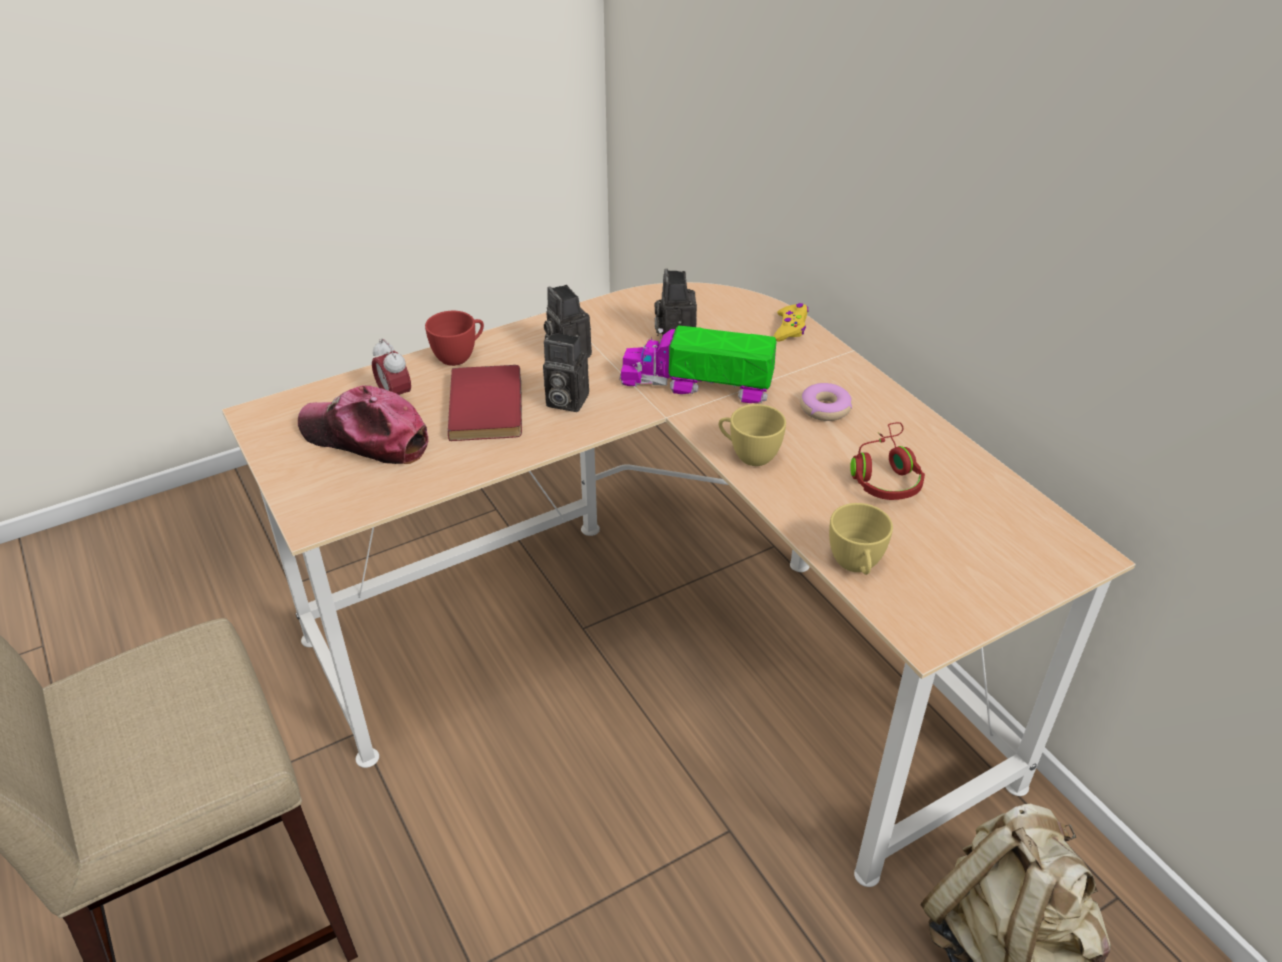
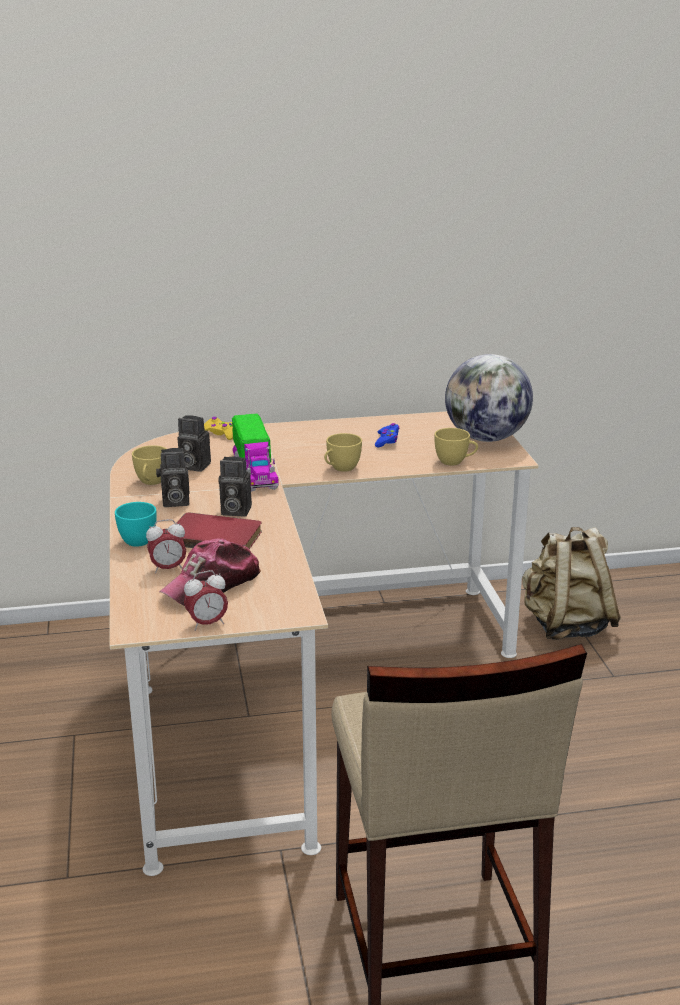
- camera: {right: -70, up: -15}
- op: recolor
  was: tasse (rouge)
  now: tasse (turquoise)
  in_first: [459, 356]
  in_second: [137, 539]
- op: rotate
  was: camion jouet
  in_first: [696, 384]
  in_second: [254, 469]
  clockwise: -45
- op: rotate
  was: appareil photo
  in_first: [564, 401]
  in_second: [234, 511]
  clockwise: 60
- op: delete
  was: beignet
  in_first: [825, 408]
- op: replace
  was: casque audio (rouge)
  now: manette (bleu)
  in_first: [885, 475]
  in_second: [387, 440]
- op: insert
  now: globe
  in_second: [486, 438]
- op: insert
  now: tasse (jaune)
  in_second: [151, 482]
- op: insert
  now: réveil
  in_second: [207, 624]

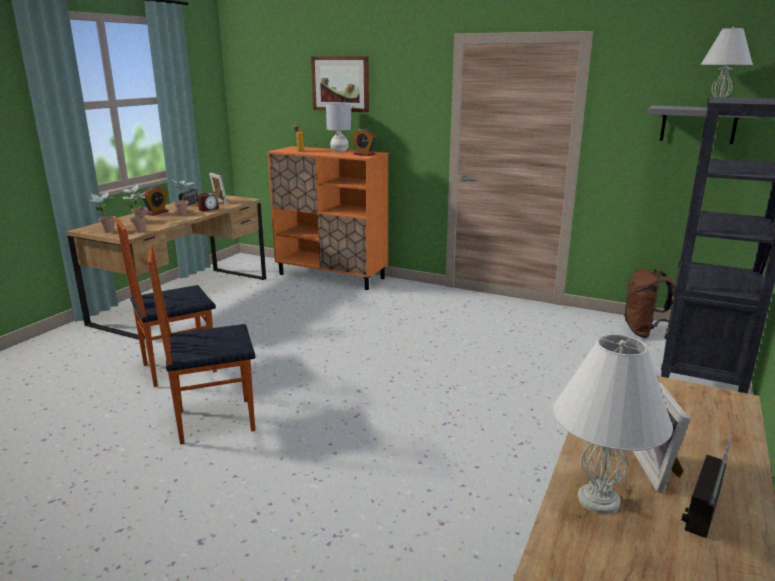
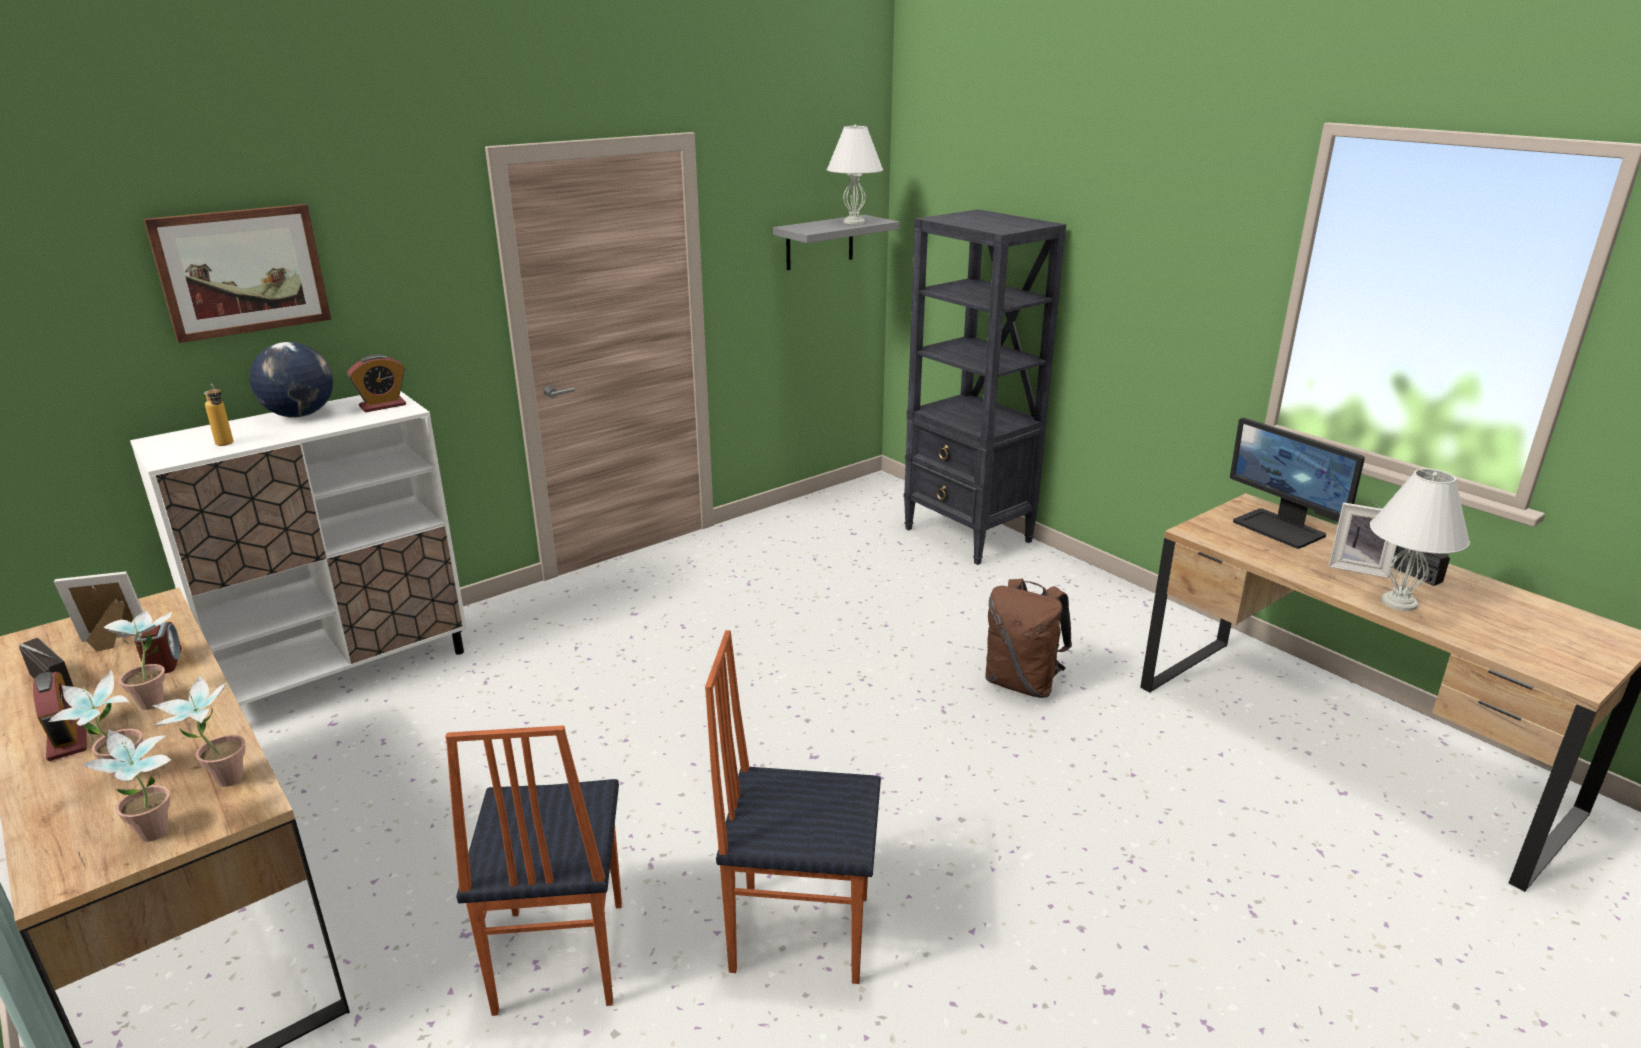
- camera: {right: -65, up: 5}
- op: replace
  was: lampe de table (gris)
  now: globe
  in_first: [339, 151]
  in_second: [300, 415]
- op: recolor
  was: meuble de rangement (orange)
  now: meuble de rangement (blanc)
  in_first: [332, 276]
  in_second: [345, 672]
- op: rotate
  was: chaise
  in_first: [214, 420]
  in_second: [799, 931]
  clockwise: 90
- op: move
  was: sac à dos (marron)
  in_first: [645, 332]
  in_second: [1022, 683]
- op: insert
  now: écran d'ordinateur
  in_second: [1280, 528]

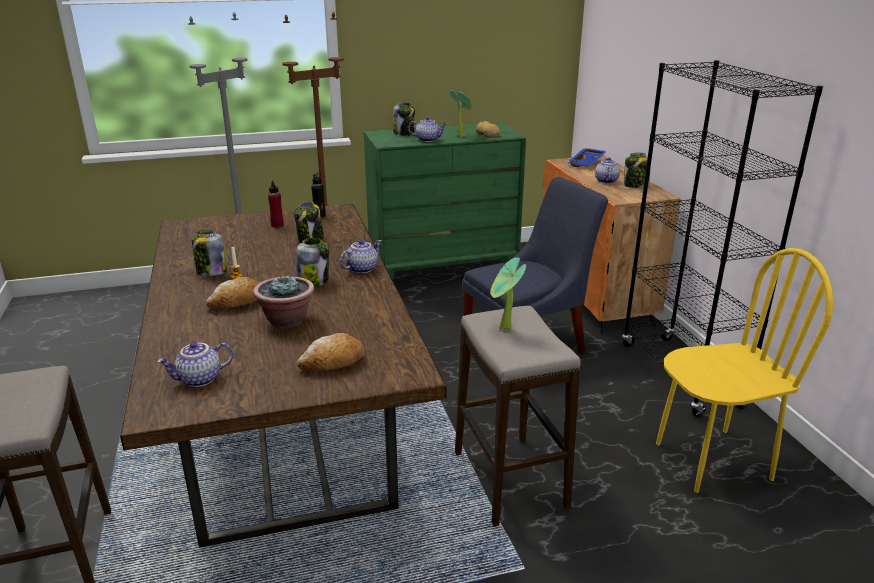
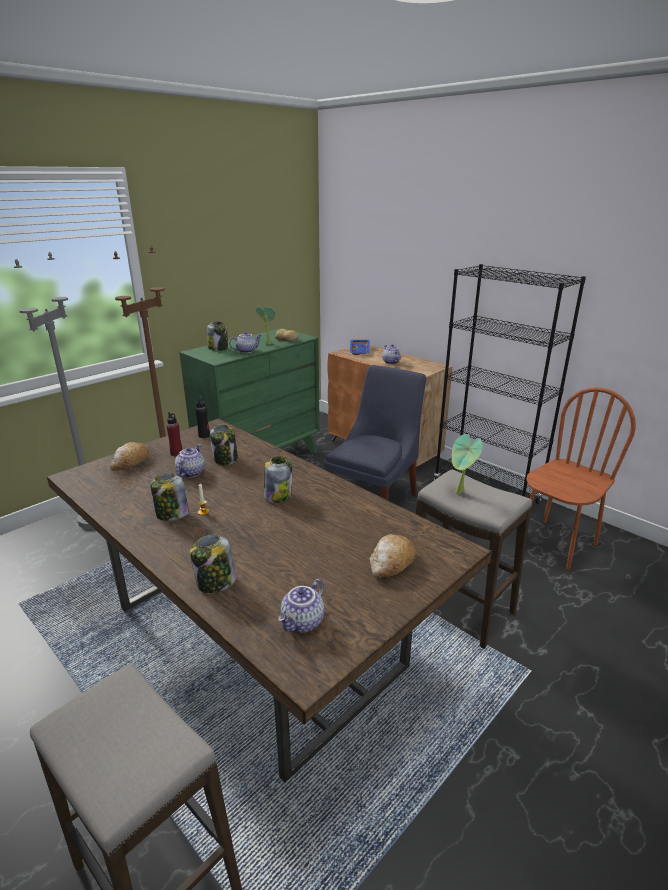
- camera: {right: -30, up: 0}
- op: move
  was: bocal
  in_first: [635, 186]
  in_second: [215, 583]
- op: move
  was: théière
  in_first: [361, 268]
  in_second: [190, 472]
- op: recolor
  was: chaise (jaune)
  now: chaise (marron)
  in_first: [712, 460]
  in_second: [556, 544]
- op: delete
  was: plante en pot
  in_first: [286, 320]
- op: move
  was: pain
  in_first: [237, 302]
  in_second: [130, 462]

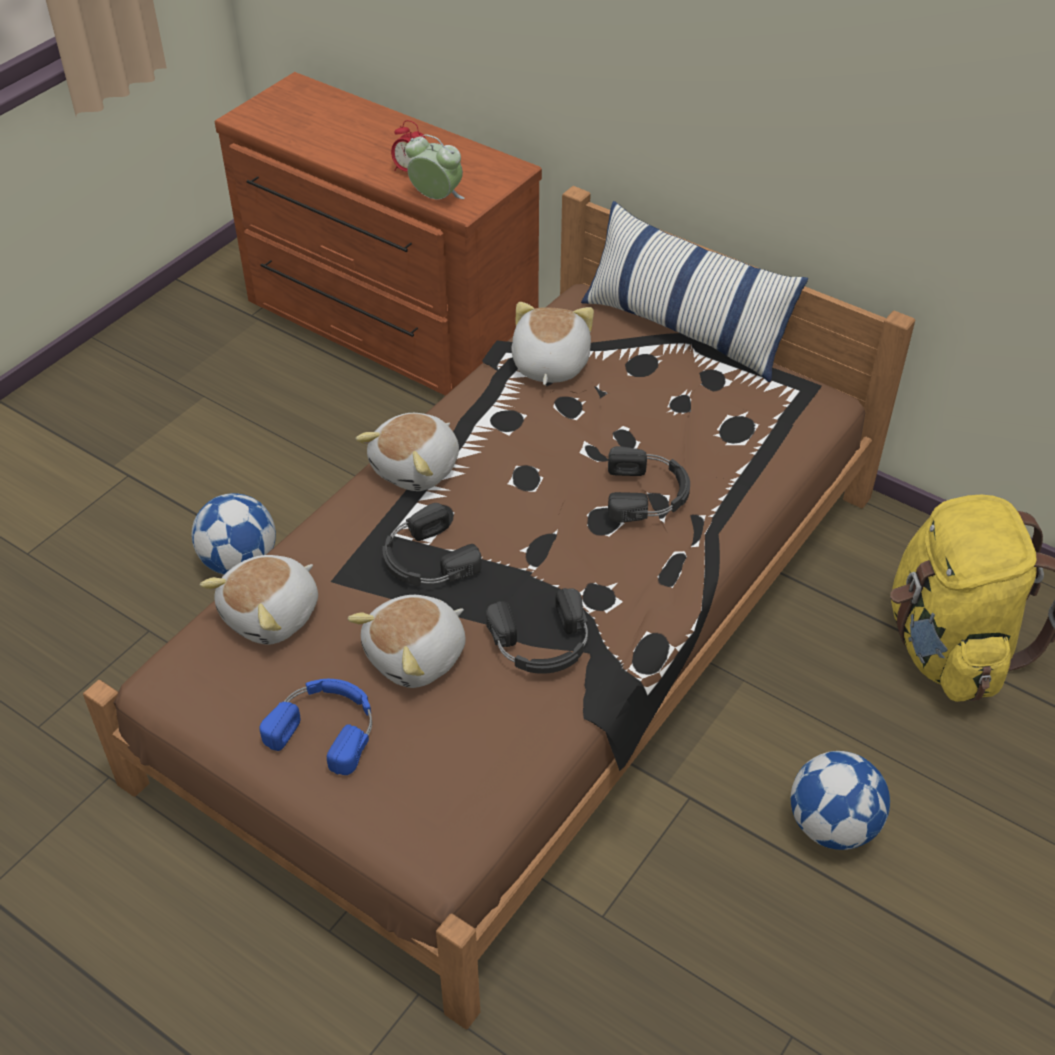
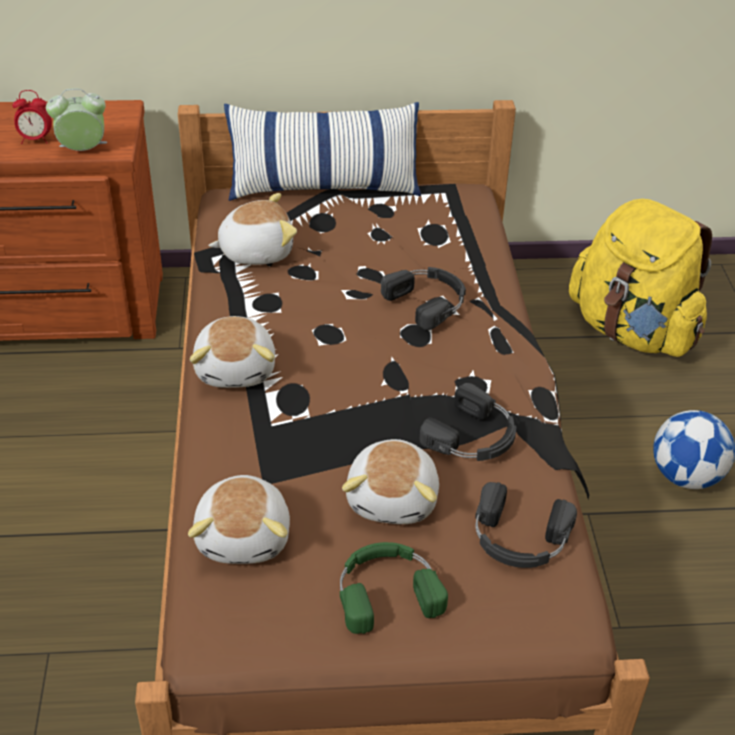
- camera: {right: -40, up: -5}
- op: rotate
  was: peluche
  in_first: [548, 365]
  in_second: [256, 251]
  clockwise: 105
- op: delete
  was: ballon de foot
  in_first: [240, 561]
- op: move
  was: casque audio (noir)
  in_first: [426, 559]
  in_second: [519, 538]
- op: recolor
  was: casque audio (bleu)
  now: casque audio (vert)
  in_first: [326, 727]
  in_second: [386, 590]

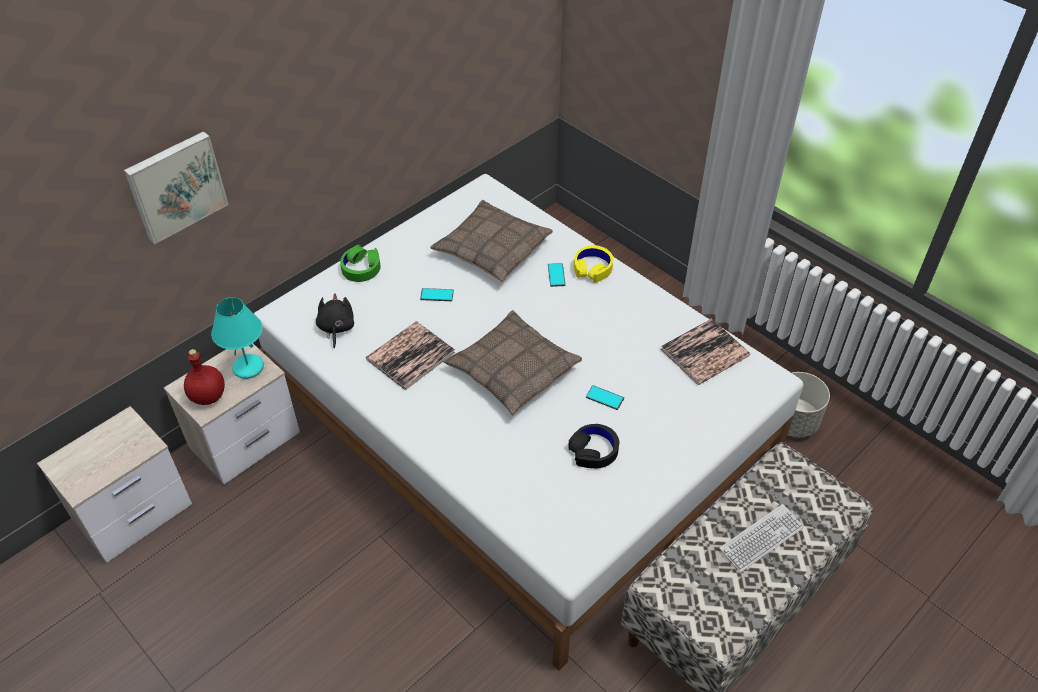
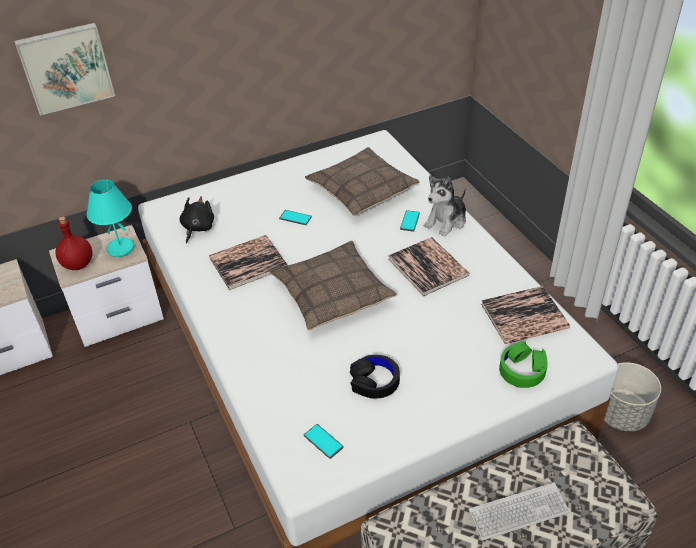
- camera: {right: 20, up: -5}
- op: move
  was: casque audio (vert)
  in_first: [361, 268]
  in_second: [522, 369]
- op: replace
  was: casque audio (jaune)
  now: peluche
  in_first: [592, 268]
  in_second: [446, 221]
- op: move
  was: téléphone
  in_first: [605, 398]
  in_second: [323, 441]
- op: insert
  now: livre
  in_second: [428, 267]

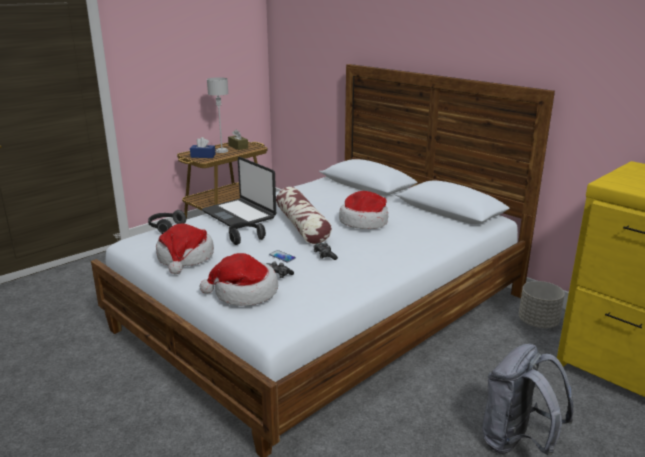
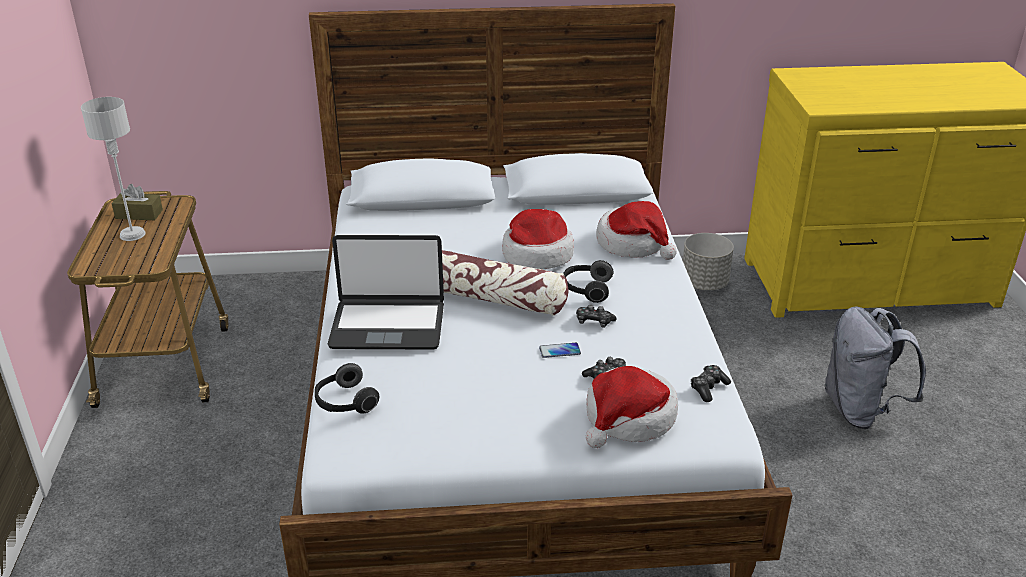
- camera: {right: -50, up: 10}
- op: delete
  was: boîte à mouchoirs (bleu)
  in_first: [203, 156]
- op: move
  was: casque audio
  in_first: [245, 238]
  in_second: [586, 290]
- op: move
  was: chapeau
  in_first: [185, 258]
  in_second: [633, 243]
- op: insert
  now: manette
  in_second: [708, 388]

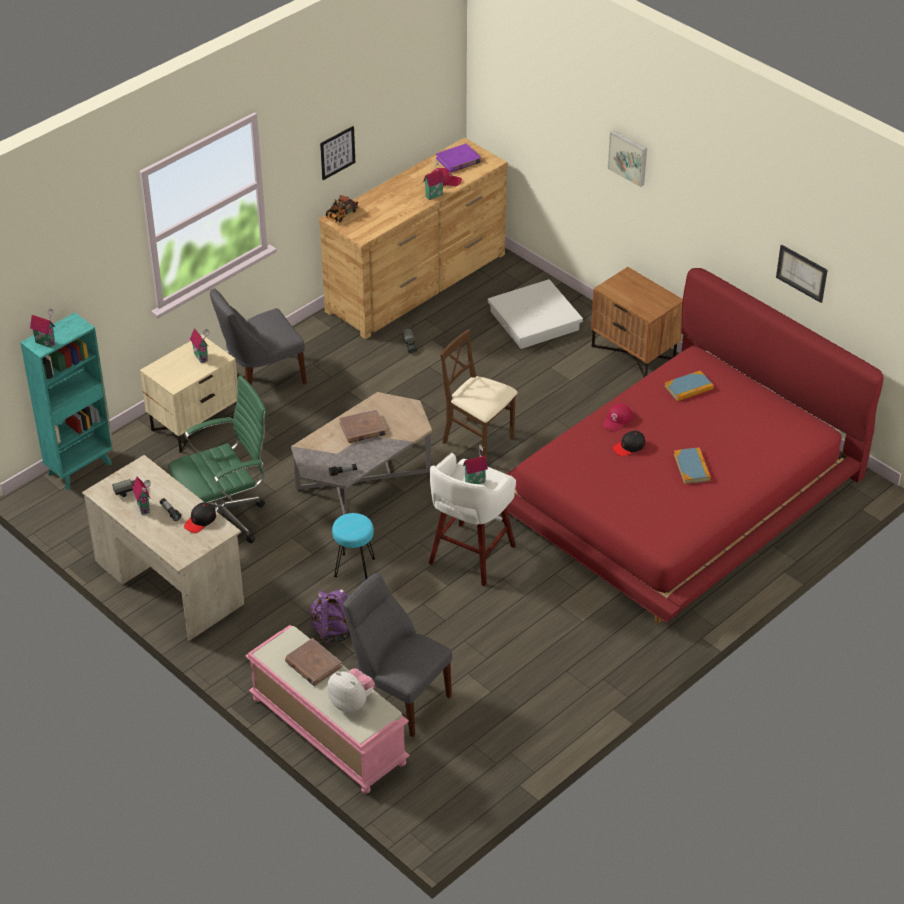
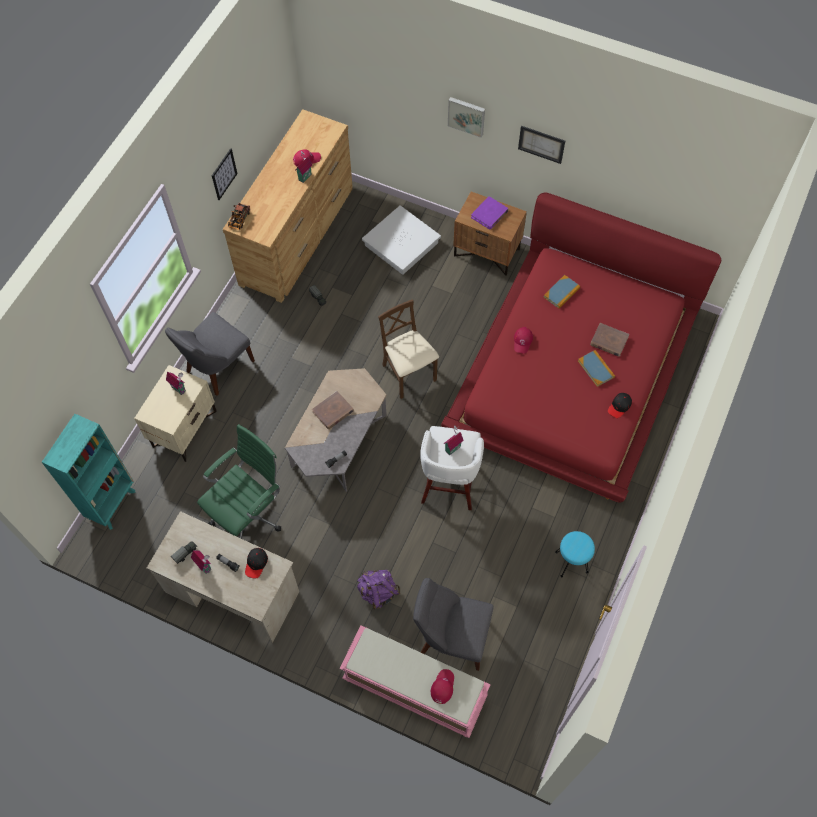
- camera: {right: -20, up: 20}
- op: move
  was: livre (violet)
  in_first: [458, 160]
  in_second: [489, 214]
- op: move
  was: tableau
  in_first: [802, 273]
  in_second: [541, 144]
- op: delete
  was: maison miniature
  in_first: [46, 342]
- op: rotate
  was: chaise (marron)
  in_first: [478, 441]
  in_second: [408, 374]
  clockwise: 45
- op: move
  was: casquette (noir)
  in_first: [629, 447]
  in_second: [619, 406]
- op: move
  was: tabouret (turquoise)
  in_first: [354, 568]
  in_second: [571, 562]
- op: move
  was: livre (marron)
  in_first: [313, 664]
  in_second: [609, 341]
- op: replace
  was: peluche
  now: casquette (rouge)
  in_first: [351, 702]
  in_second: [442, 686]

